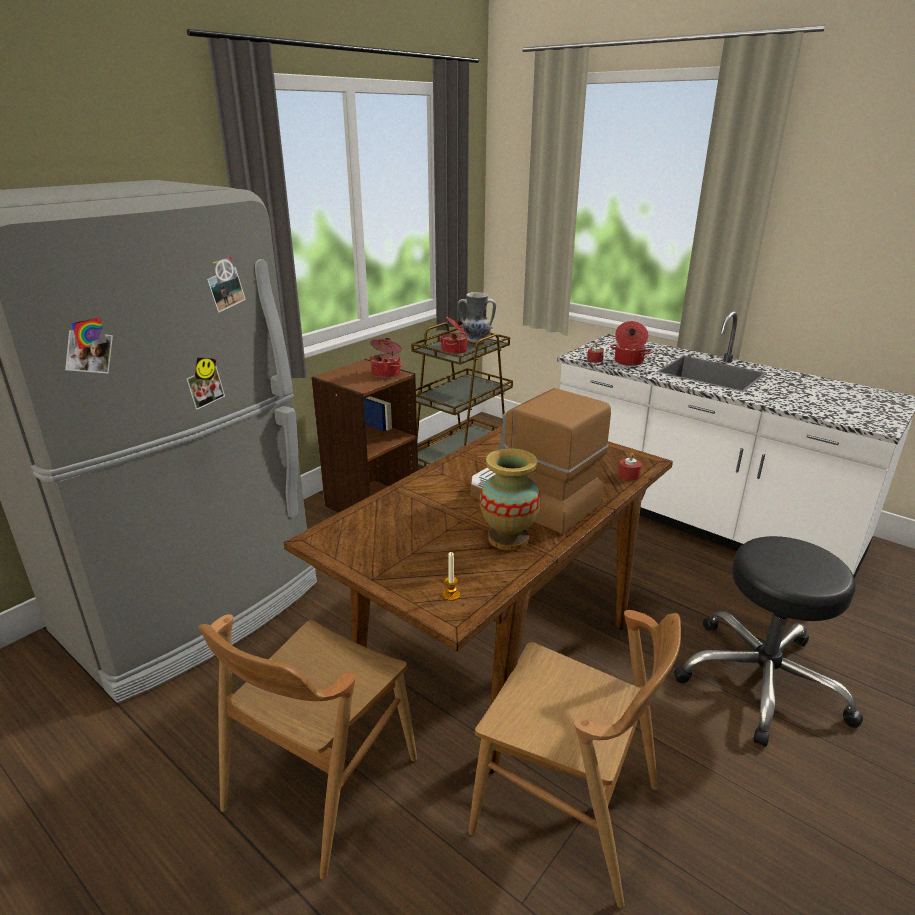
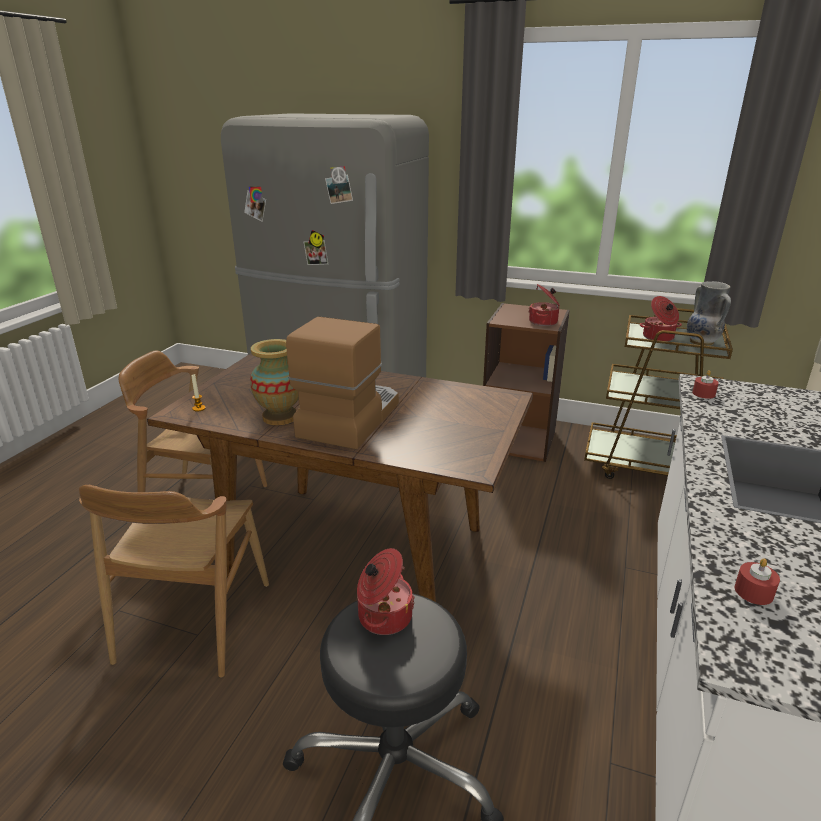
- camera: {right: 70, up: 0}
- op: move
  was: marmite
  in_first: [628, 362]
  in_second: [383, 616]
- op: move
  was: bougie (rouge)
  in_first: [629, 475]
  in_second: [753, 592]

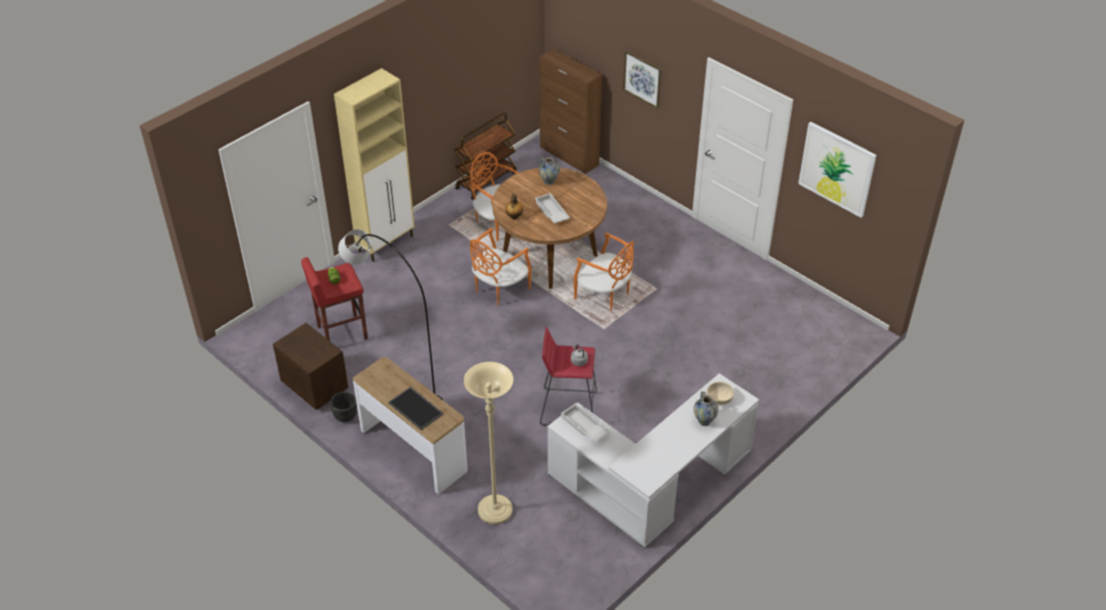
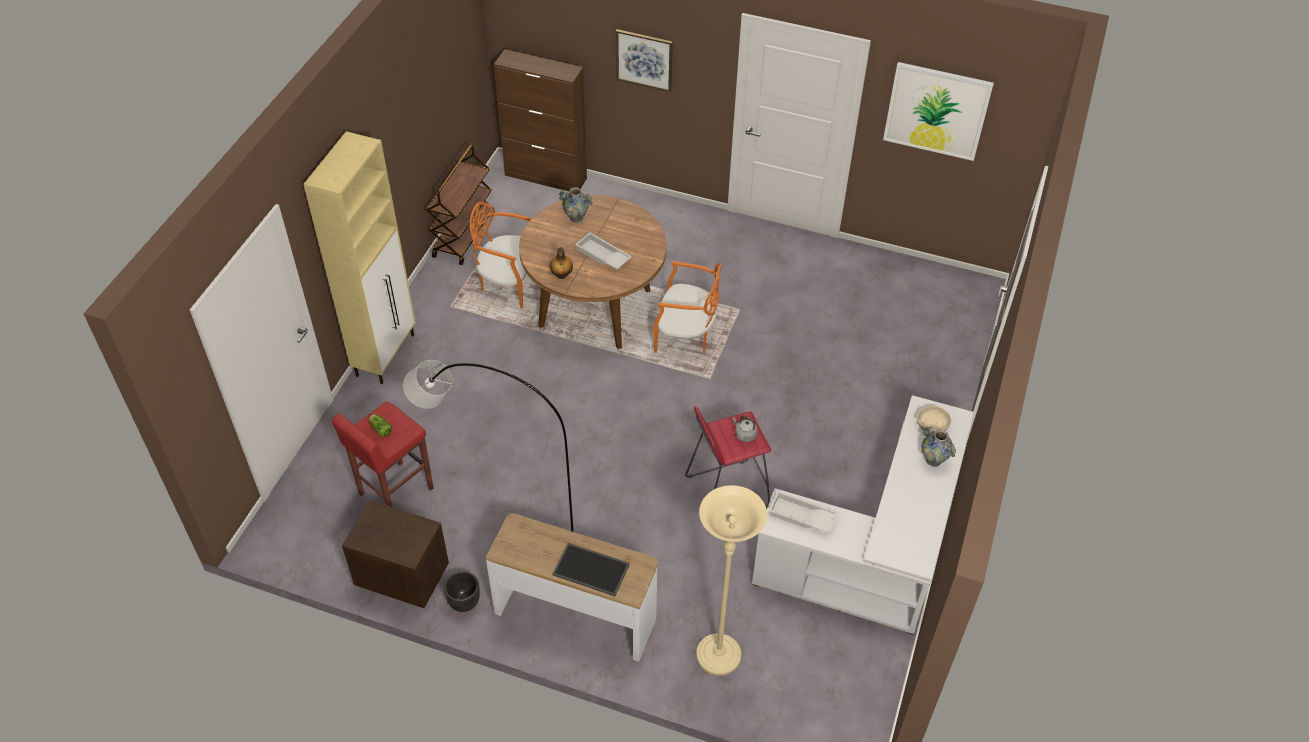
- camera: {right: -25, up: 5}
- op: delete
  was: chaise (orange)
  in_first: [499, 289]

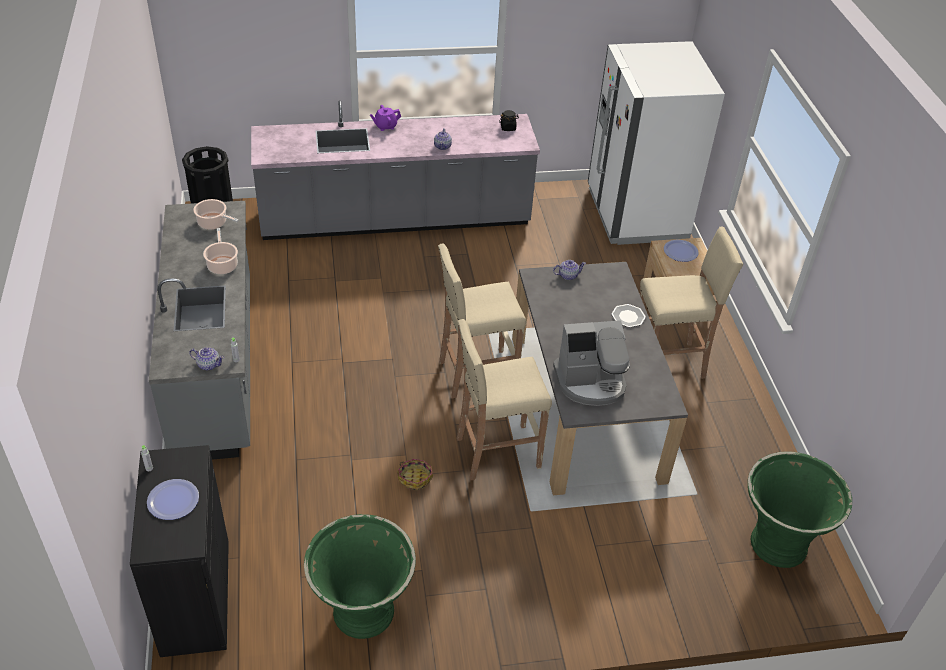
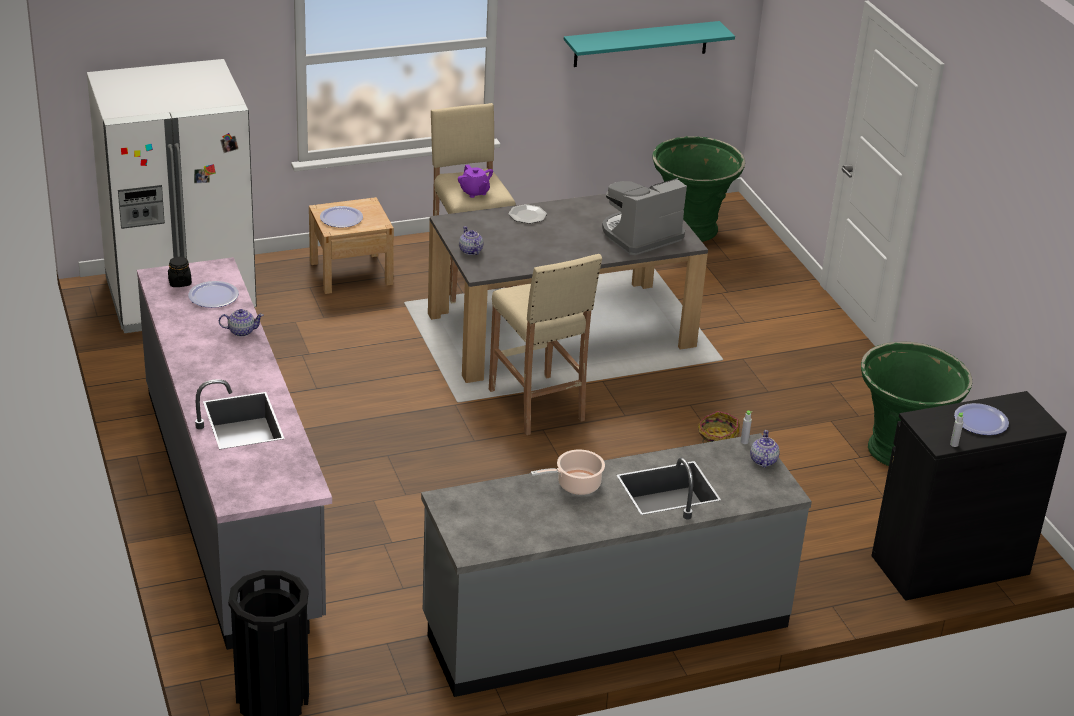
- camera: {right: -100, up: -10}
- op: move
  was: théière (violet)
  in_first: [385, 126]
  in_second: [474, 192]
- op: delete
  was: marmite
  in_first: [214, 223]
- op: delete
  was: tabouret (beige)
  in_first: [496, 453]
- op: rotate
  was: machine à café
  in_first: [590, 382]
  in_second: [640, 235]
  clockwise: -105
- op: insert
  now: étagère (turquoise)
  in_second: [641, 44]
- op: insert
  now: assiette
  in_second: [213, 296]

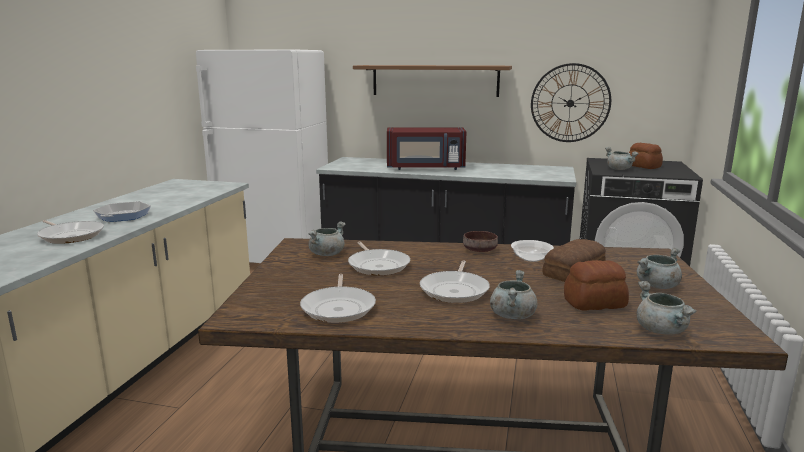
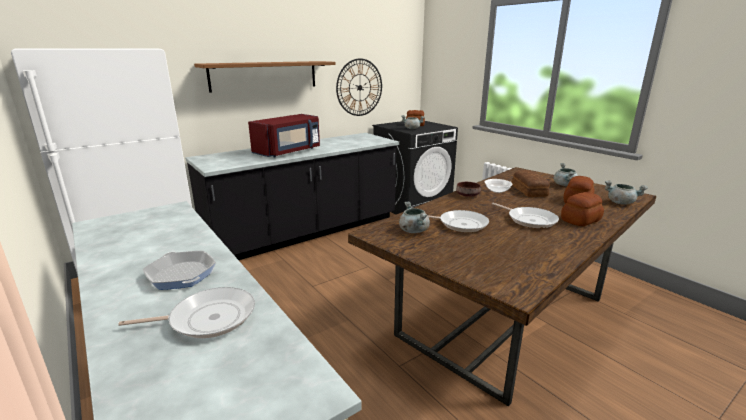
- camera: {right: -50, up: 5}
- op: replace
  was: marmite (gris)
  now: pain
  in_first: [512, 315]
  in_second: [579, 220]
- op: delete
  was: poêle
  in_first: [339, 308]

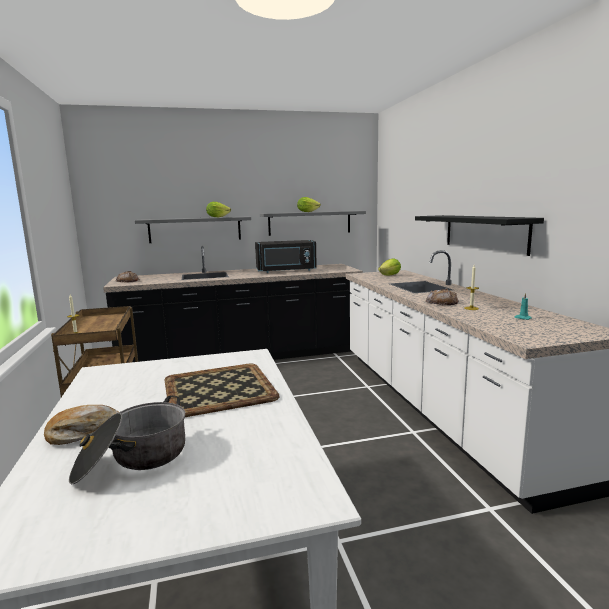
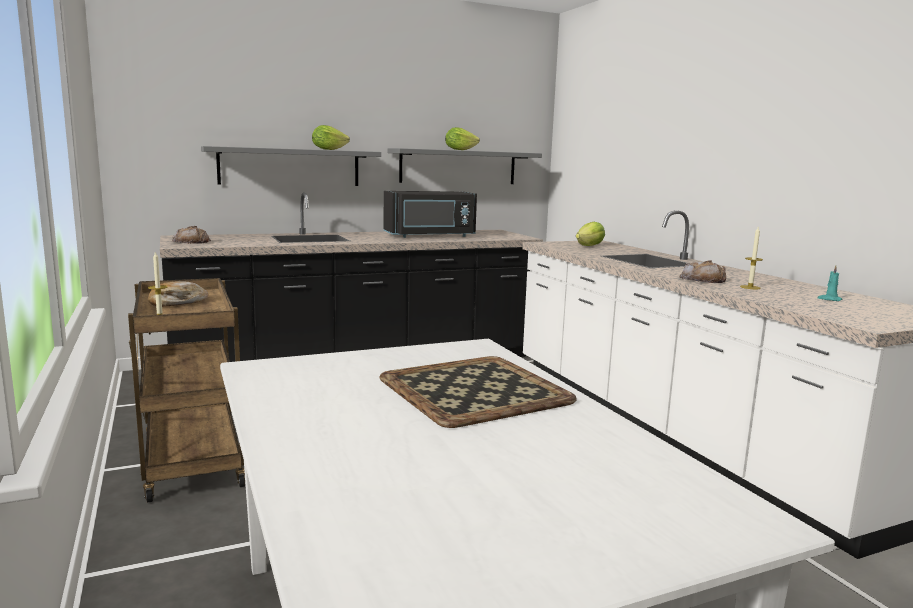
- camera: {right: -10, up: 0}
- op: delete
  was: étagère (noir)
  in_first: [484, 233]
- op: delete
  was: marmite
  in_first: [133, 459]
- op: move
  was: pain
  in_first: [83, 432]
  in_second: [177, 303]

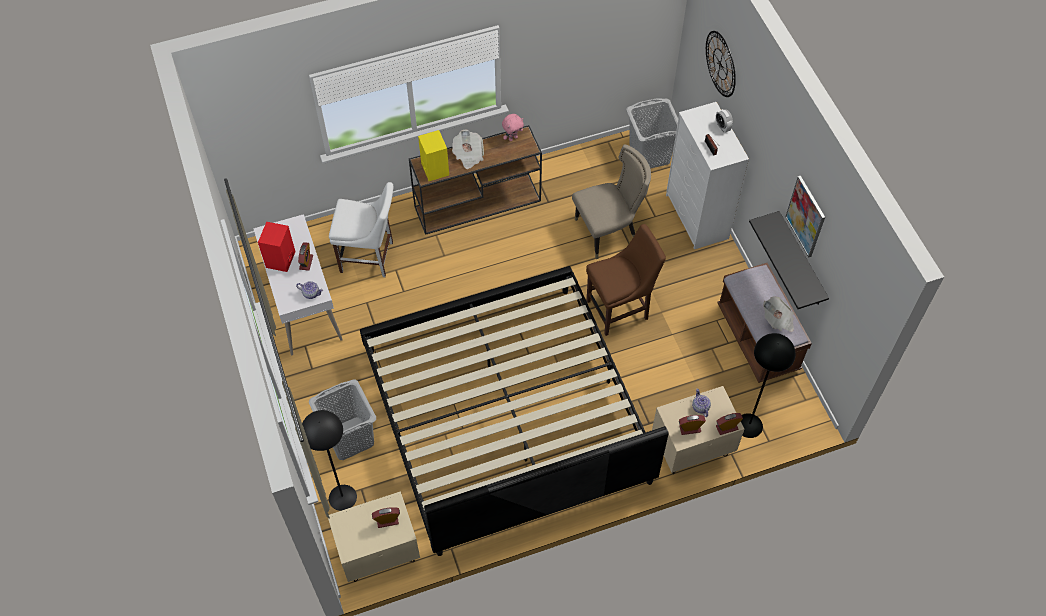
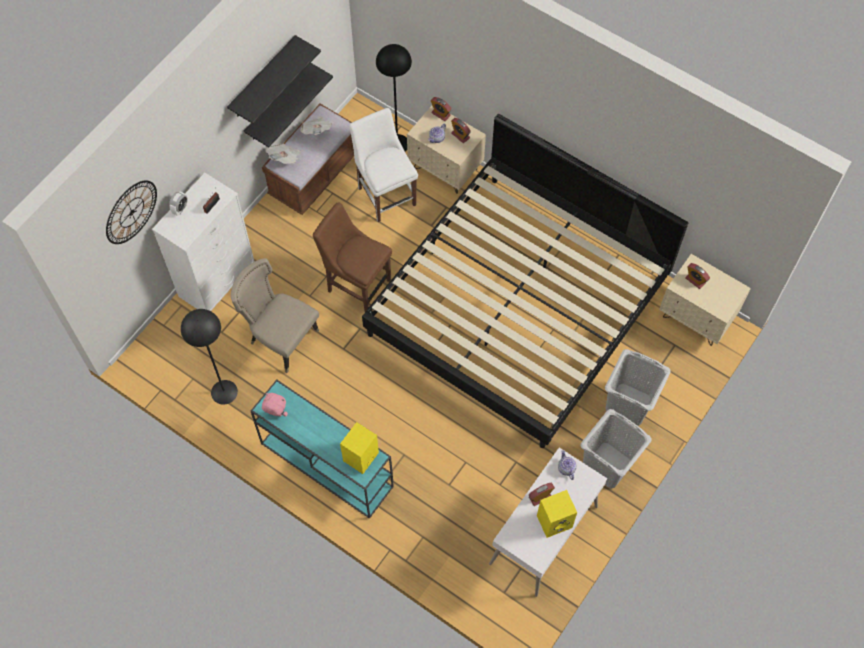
- camera: {right: -125, up: 5}
- op: move
  was: panier à linge (gris)
  in_first: [649, 155]
  in_second: [607, 465]
- op: recolor
  was: table console (marron)
  now: table console (turquoise)
  in_first: [478, 203]
  in_second: [325, 464]
- op: move
  was: journal
  in_first: [468, 155]
  in_second: [285, 158]
- op: replace
  was: tableau
  now: étagère (noir)
  in_first: [806, 216]
  in_second: [263, 78]
- op: move
  was: chaise (blanc)
  in_first: [370, 257]
  in_second: [385, 194]
- op: recolor
  was: enceinte (rouge)
  now: enceinte (jaune)
  in_first: [281, 260]
  in_second: [554, 520]
- op: move
  was: lampadaire (noir)
  in_first: [343, 497]
  in_second: [224, 391]

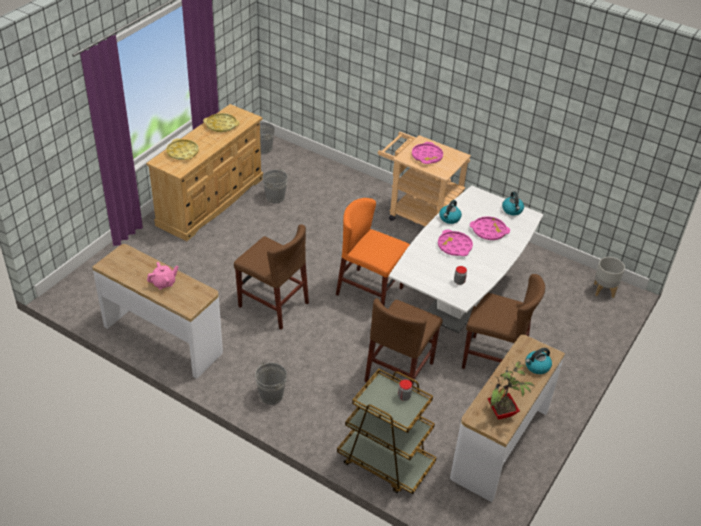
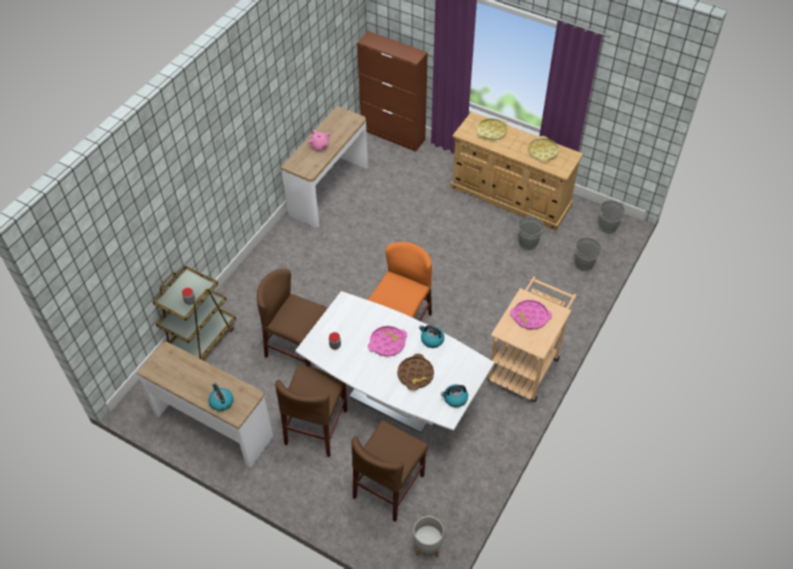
- camera: {right: 90, up: 10}
- op: recolor
  was: plateau (rose)
  now: plateau (marron)
  in_first: [489, 231]
  in_second: [415, 374]
- op: move
  was: chaise (marron)
  in_first: [273, 304]
  in_second: [389, 486]
- op: move
  was: seau (gris)
  in_first: [271, 395]
  in_second: [584, 263]
- op: delete
  was: plante en pot
  in_first: [502, 414]
- op: insert
  now: meuble de rangement (marron)
  in_second: [393, 135]

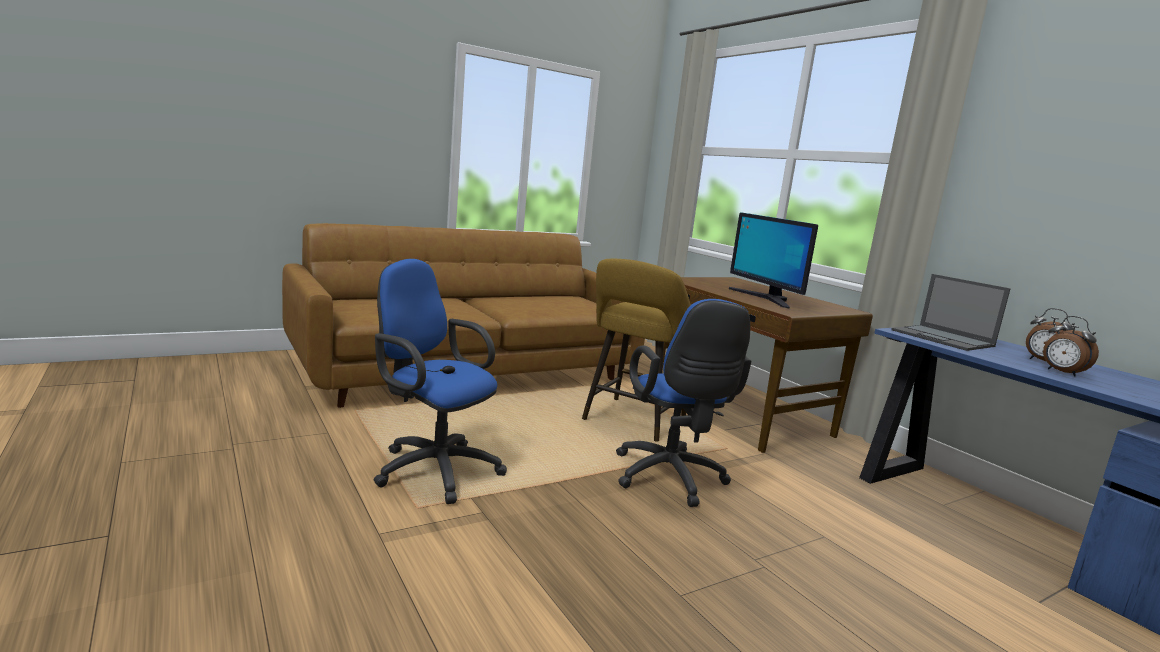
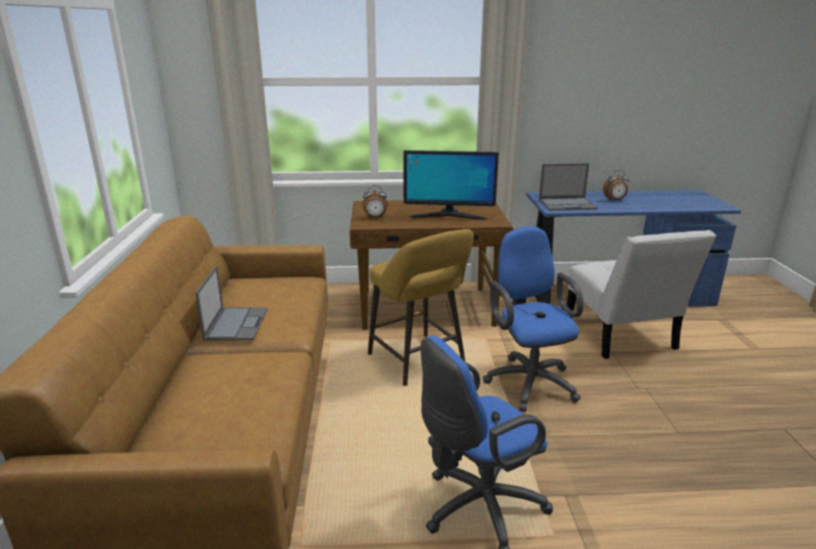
- camera: {right: -60, up: 10}
- op: rotate
  was: chaise de bureau (bleu)
  in_first: [670, 479]
  in_second: [528, 380]
  clockwise: -120
- op: move
  was: réveil
  in_first: [1061, 372]
  in_second: [375, 218]
- op: insert
  now: chaise (blanc)
  in_second: [621, 337]
- op: insert
  now: ordinateur portable
  in_second: [236, 323]

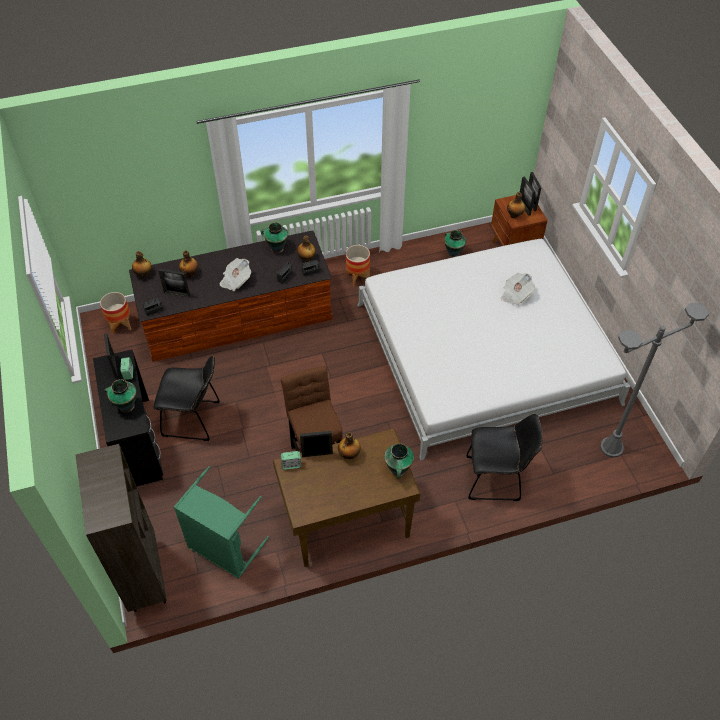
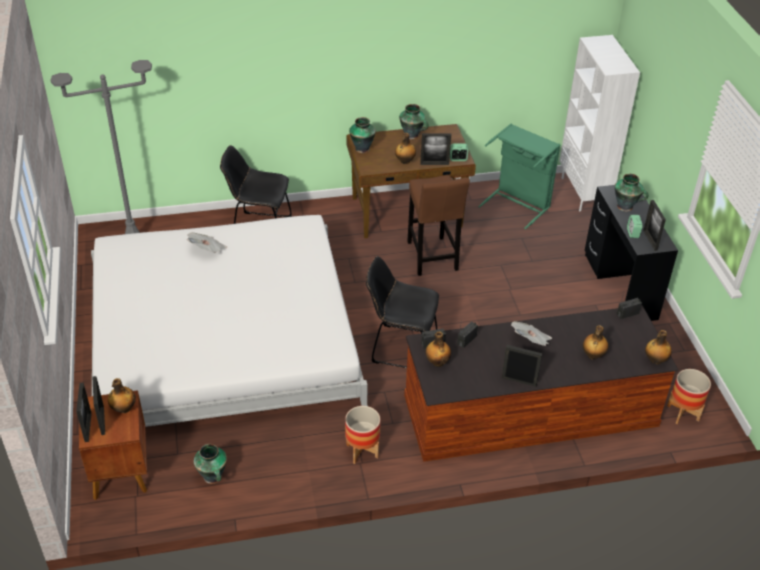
- camera: {right: -175, up: -10}
- op: move
  was: vase
  in_first: [276, 248]
  in_second: [412, 135]
- op: move
  was: cadre photo
  in_first: [177, 294]
  in_second: [519, 381]
- op: move
  was: journal
  in_first: [515, 295]
  in_second: [208, 250]
- op: move
  was: chaise (noir)
  in_first: [194, 419]
  in_second: [400, 347]
- op: recolor
  was: bibliothèque (marron)
  now: bibliothèque (blanc)
  in_first: [144, 577]
  in_second: [583, 193]

